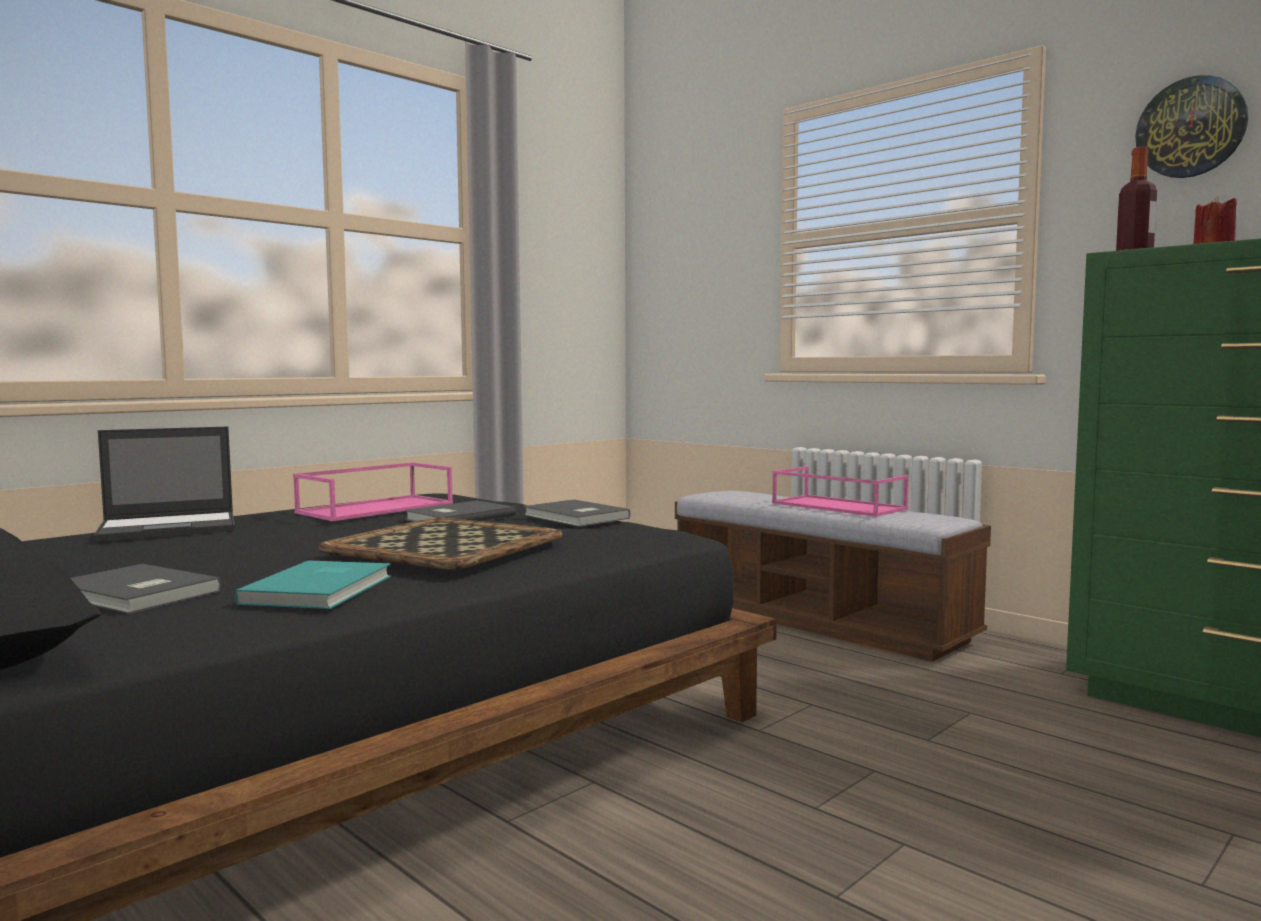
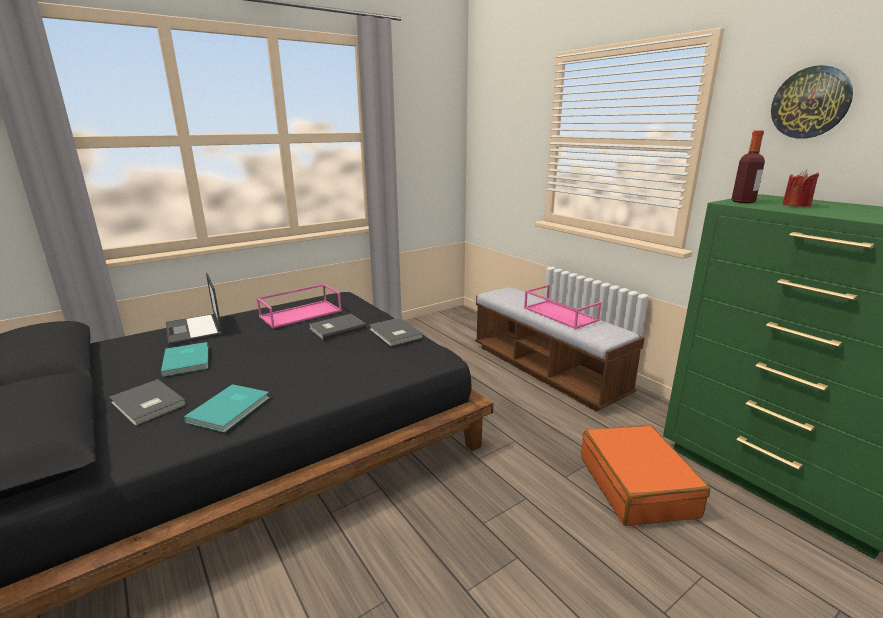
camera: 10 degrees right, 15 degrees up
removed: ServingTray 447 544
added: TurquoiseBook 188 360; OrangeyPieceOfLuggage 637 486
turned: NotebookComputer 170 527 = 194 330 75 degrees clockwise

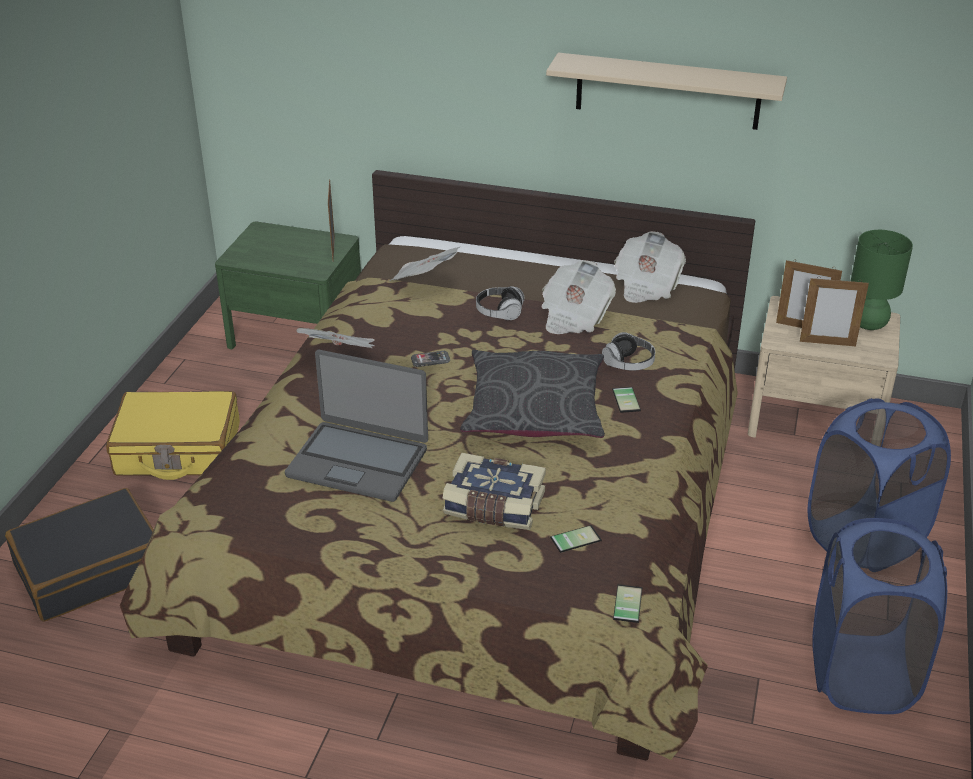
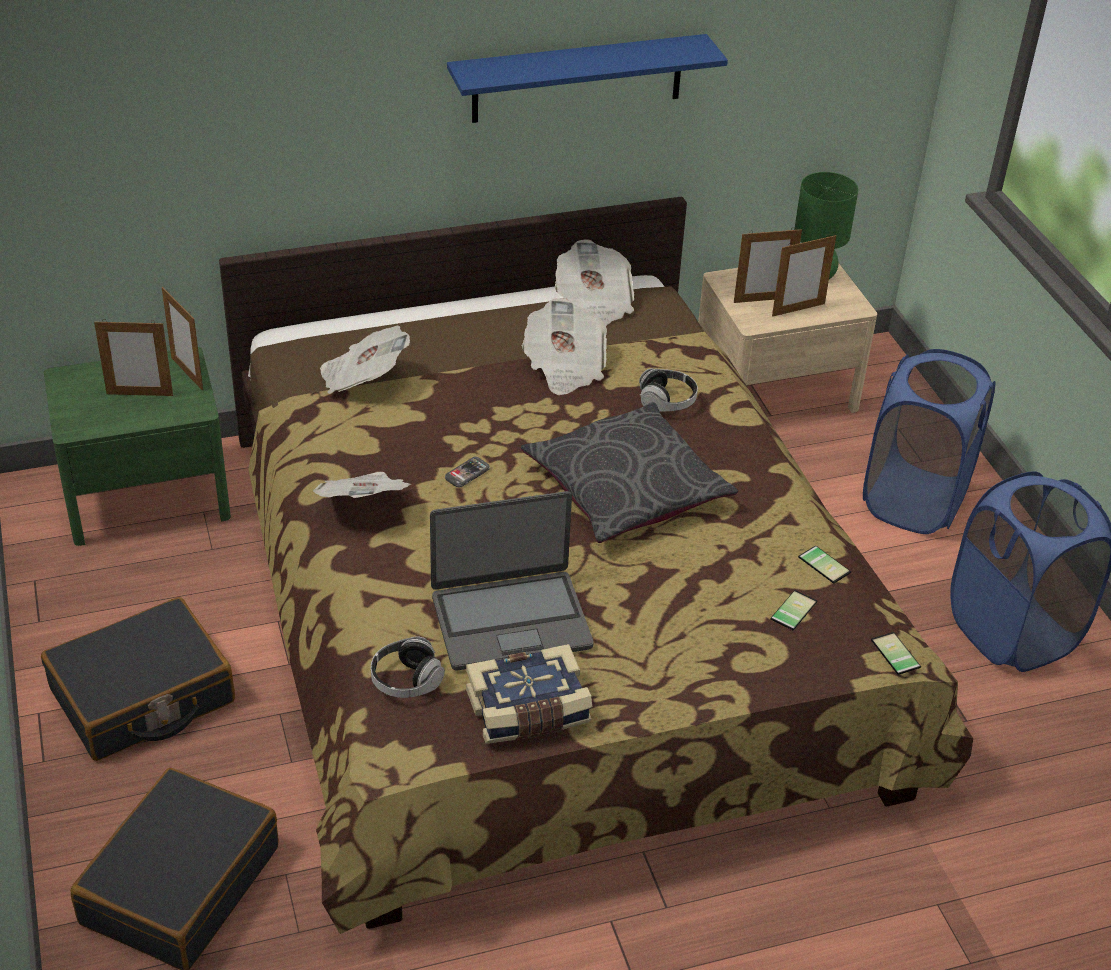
camera: 35 degrees left, 5 degrees up
added: StandingFrame 140 394
moved: Book 493 507 to 528 711; Headset 499 312 to 406 680; Handset 628 400 to 826 563
recoloured: YellowishPieceOfLuggage 178 450 to BlackishPieceOfLuggage 142 697; SandColouredWallShelf 667 91 to BlueWallShelf 577 78

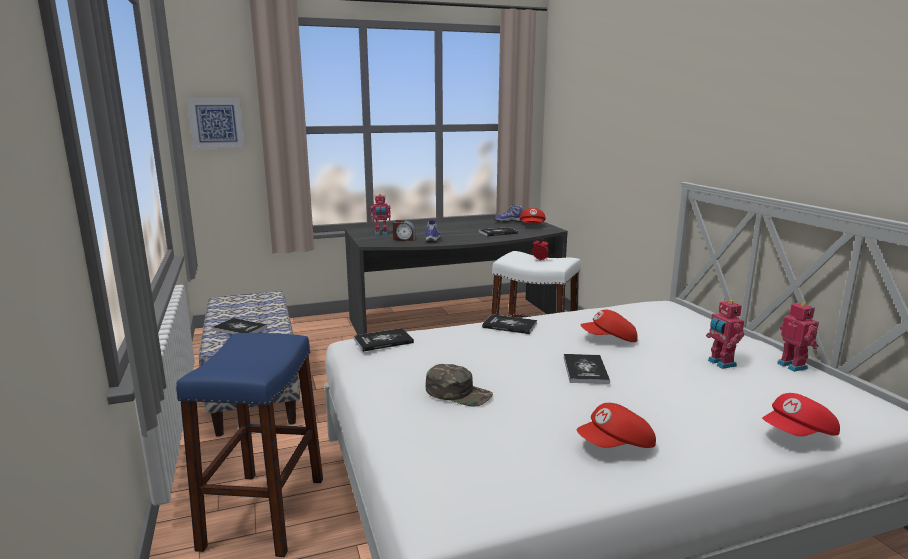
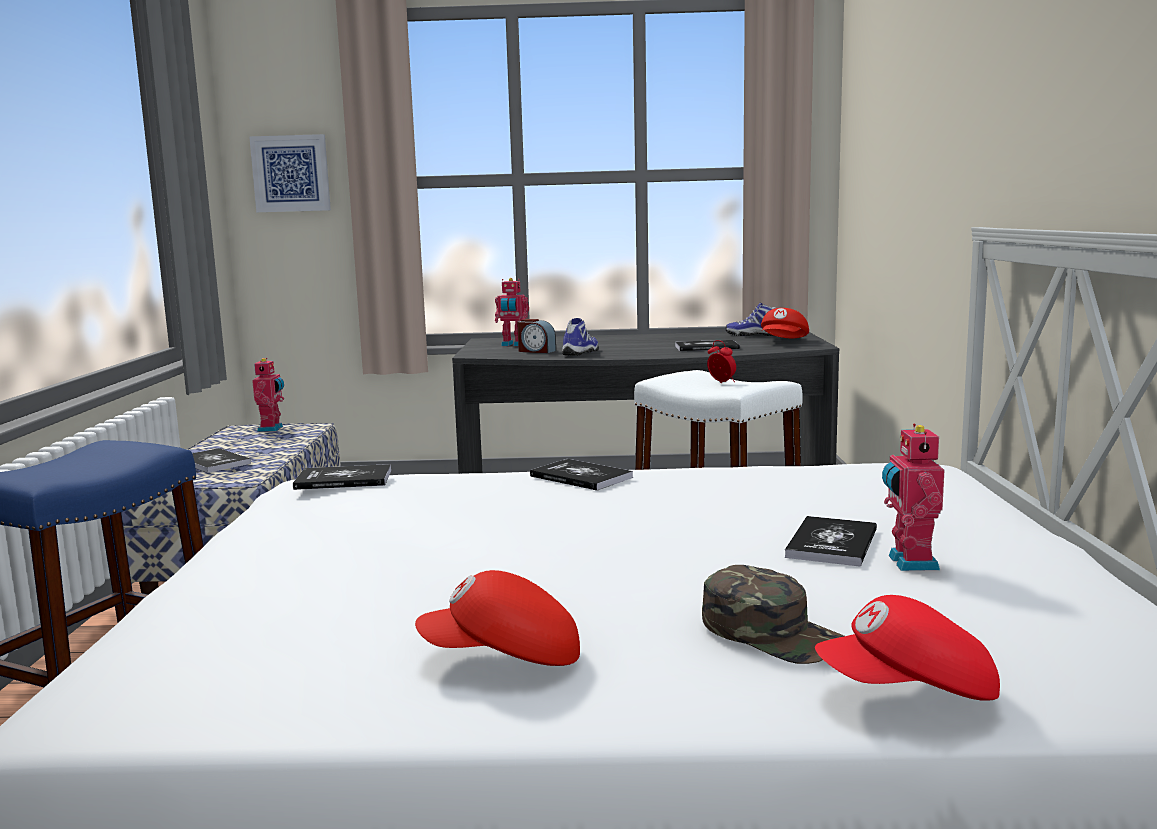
camera: 20 degrees right, 5 degrees down
removed: RedPeakedCap 609 340
moved: GreenishPeakedCap 458 393 to 774 633; Book 585 370 to 832 543; ToyRobot 793 366 to 272 429

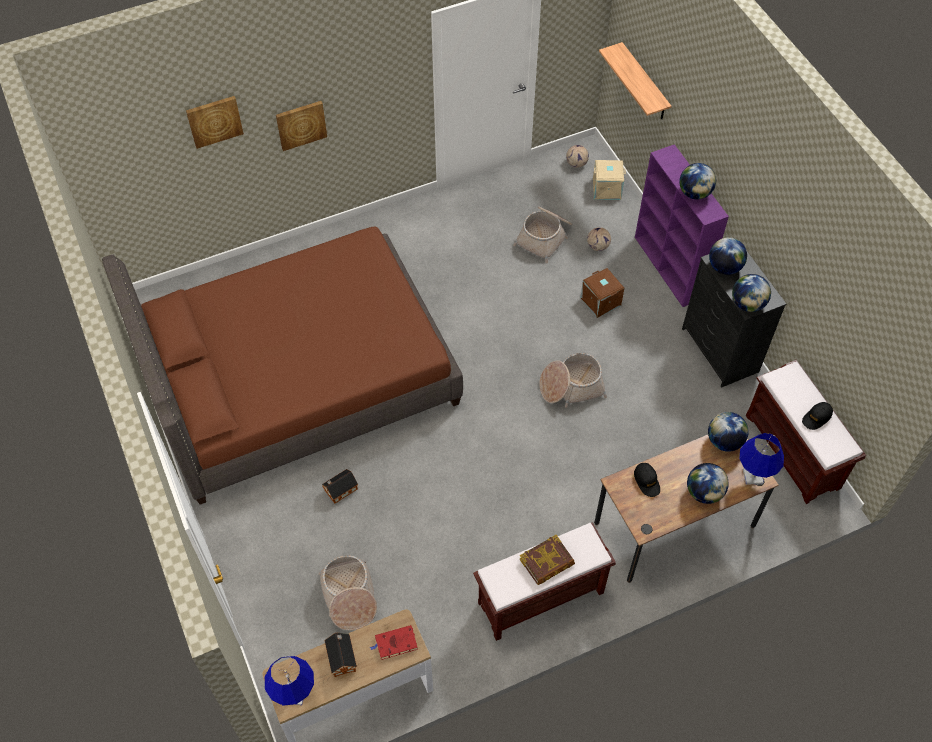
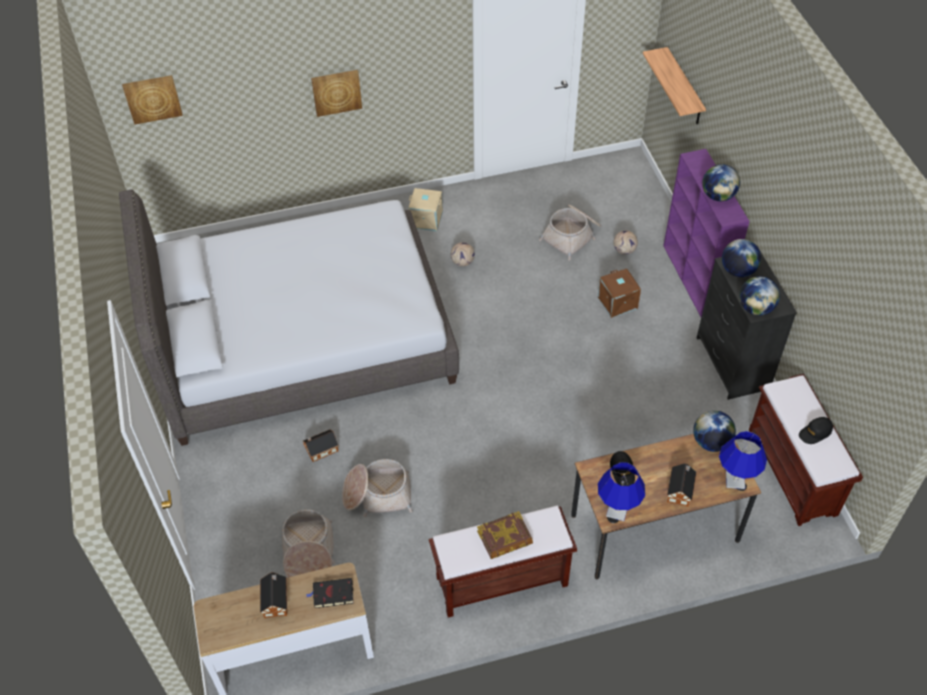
camera: 10 degrees right, 5 degrees down
moved: WallArt 214 121 to 152 98; BlueTabletopLamp 294 694 to 617 511; StorageBasket 571 386 to 377 494; BallForFootball 577 164 to 463 262; SandColouredStorageContainer 607 188 to 426 219
replaced: WorldGlobe 704 492 to ModelHouse 680 489
recoloured: BrownishBedroomBed 299 379 to GrayBedroomBed 303 341; RedBook 395 644 to BlackishBook 332 594

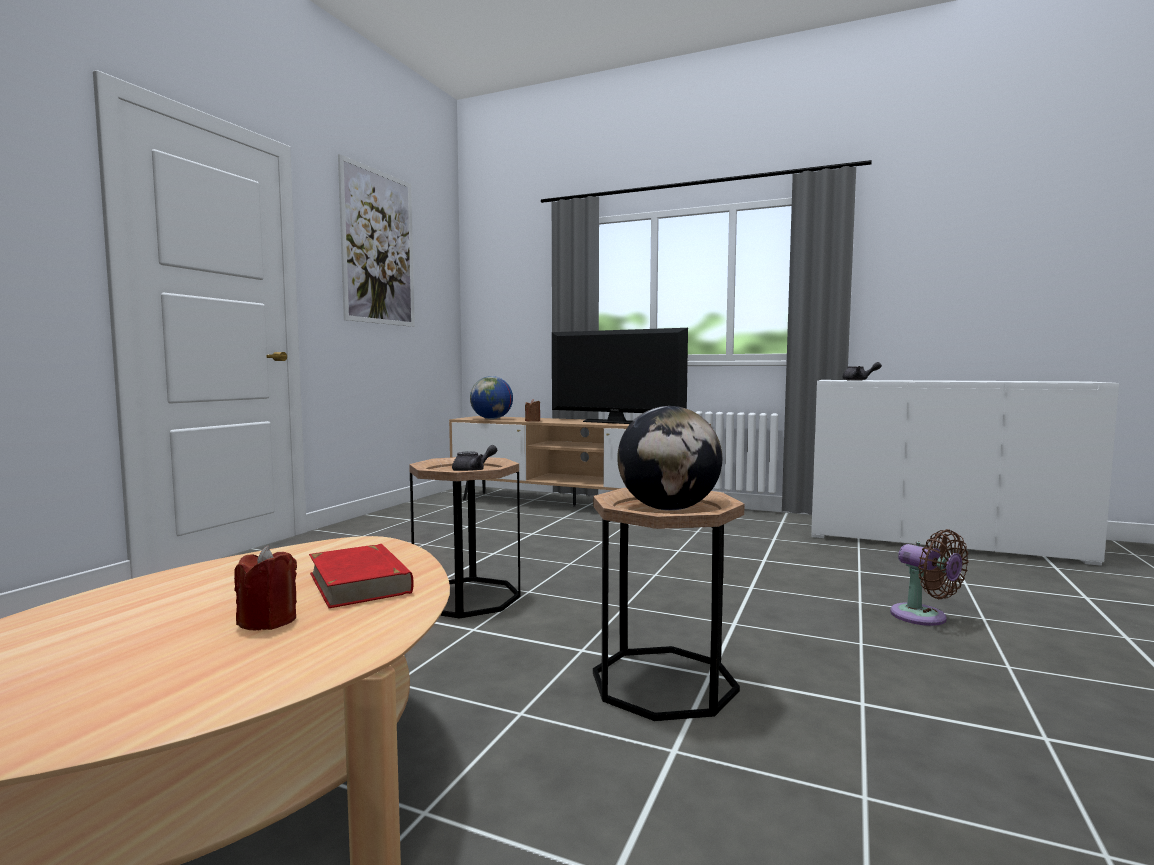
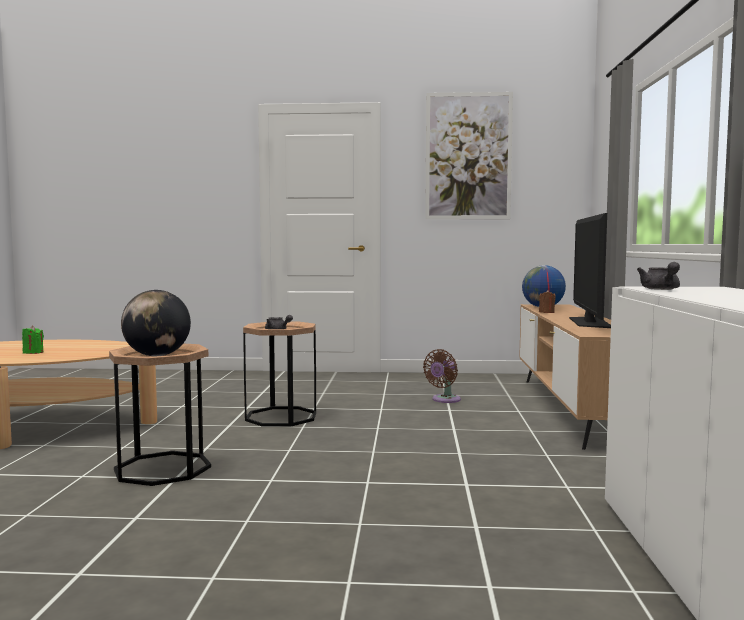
camera: 70 degrees right, 0 degrees up
removed: RedBook 360 582
moved: BrownishElectricFan 924 617 to 444 400
recoloured: RedWaxLight 268 621 to GreenishWaxLight 33 352

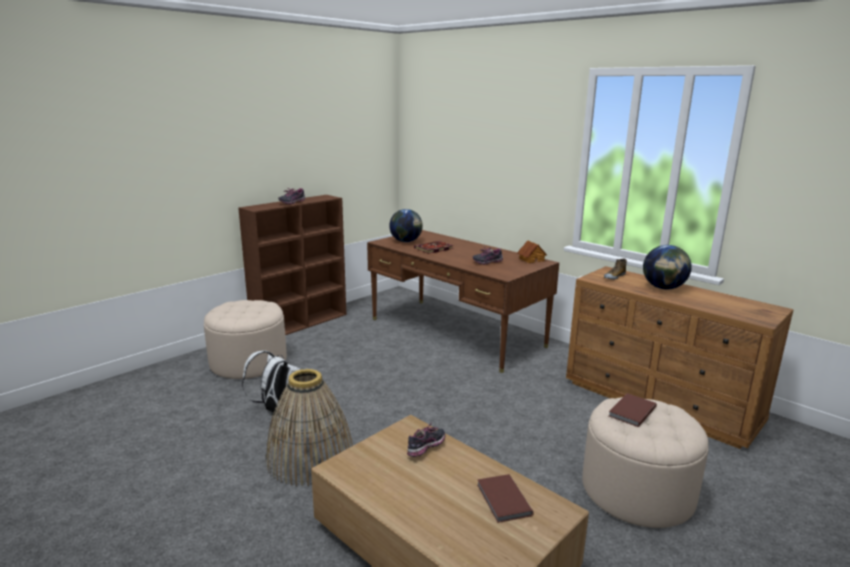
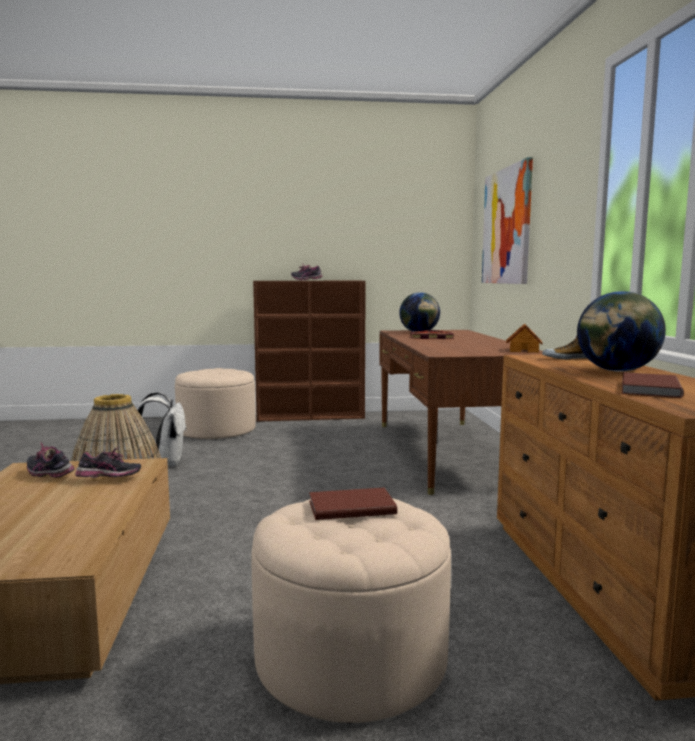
camera: 40 degrees right, 10 degrees down
added: WallArt 507 226
moved: LowShoe 487 262 to 50 474; BrownishBook 502 500 to 647 388

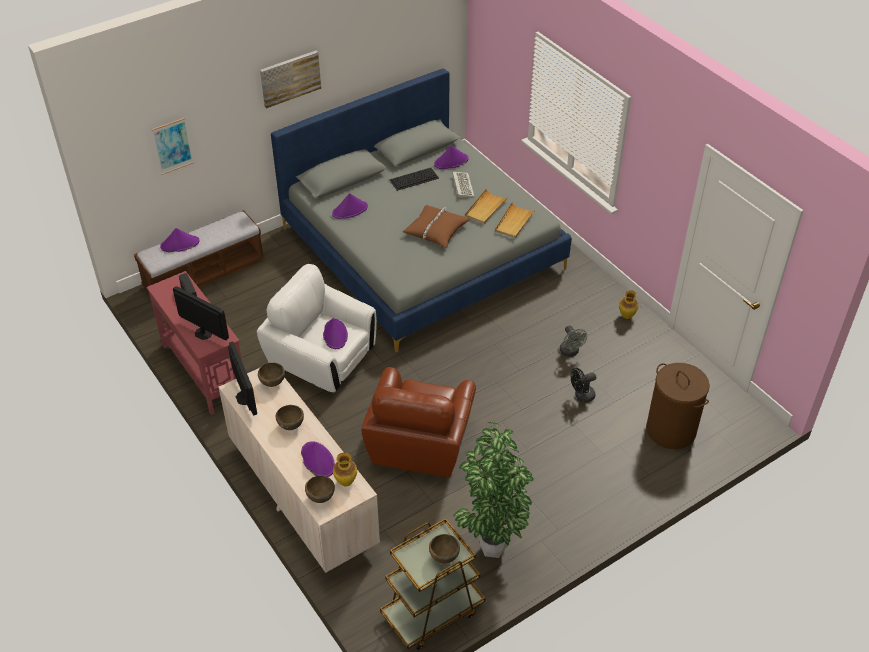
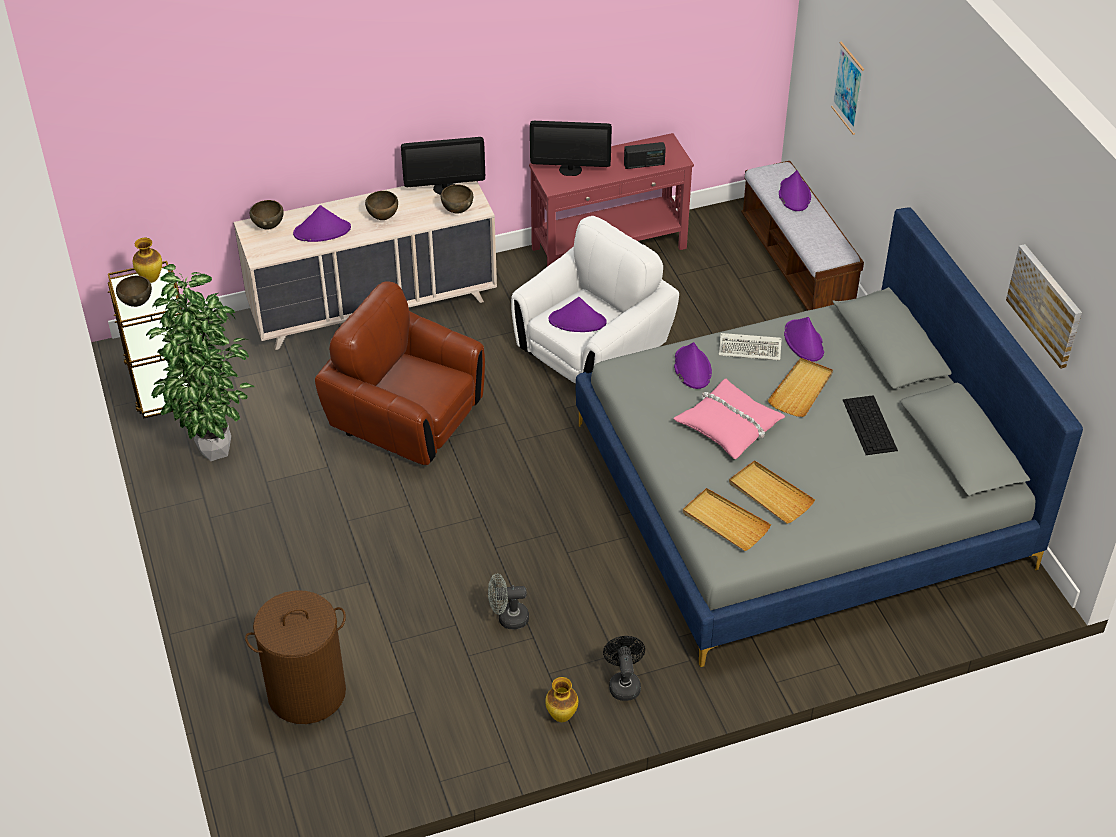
camera: 105 degrees right, 0 degrees up
added: SandColouredServingTray 801 390
moved: WallArt 290 78 to 1045 305; Vase 346 482 to 151 279; PurplishHat 451 162 to 692 368; Keyboard 462 185 to 751 349; BlackishElectricFan 581 396 to 623 683
recoloured: BrownishThrowPillow 436 230 to PinkColouredThrowPillow 729 425
turned: ComputerDisplay 203 333 = 570 170 45 degrees clockwise

